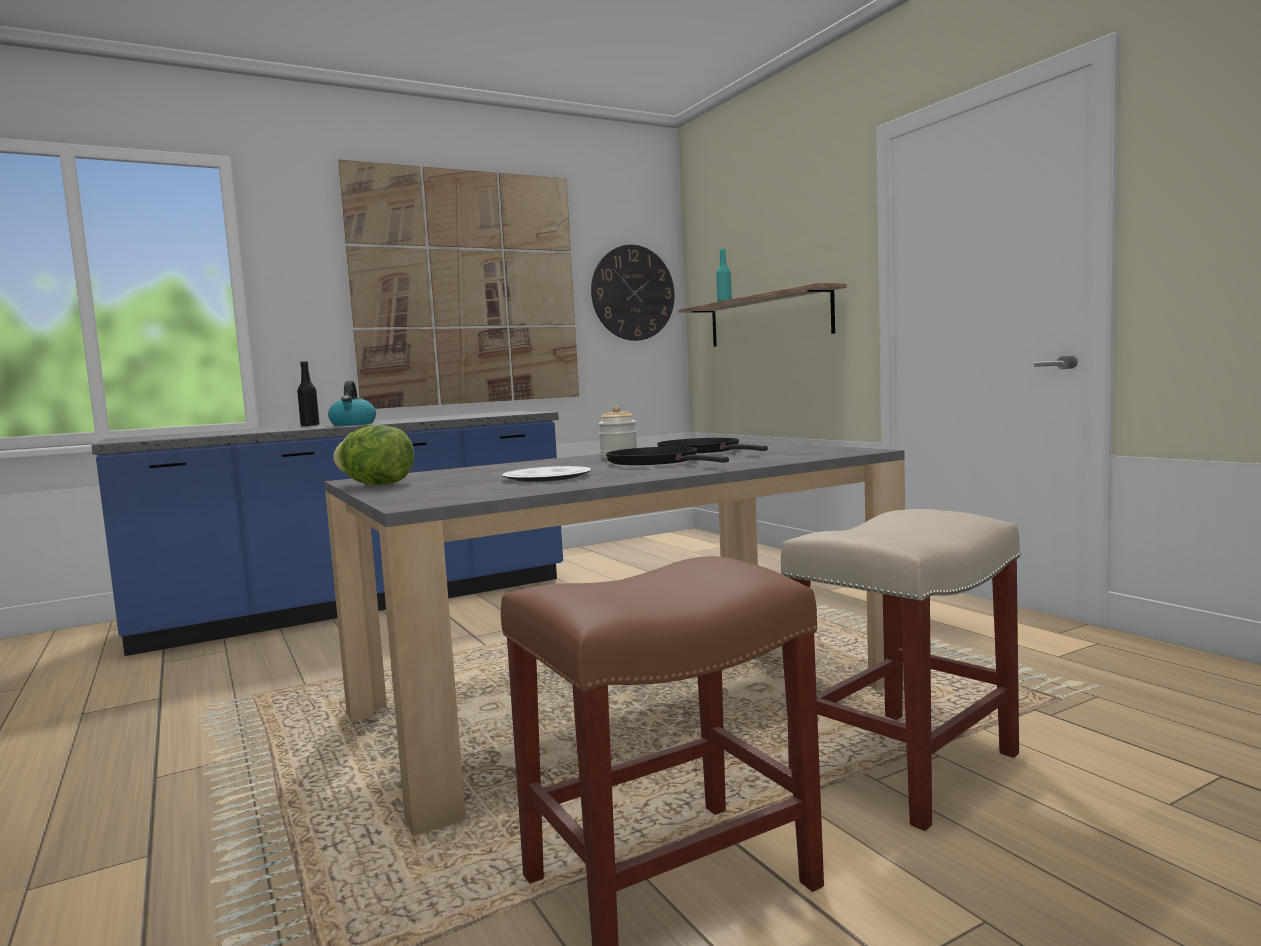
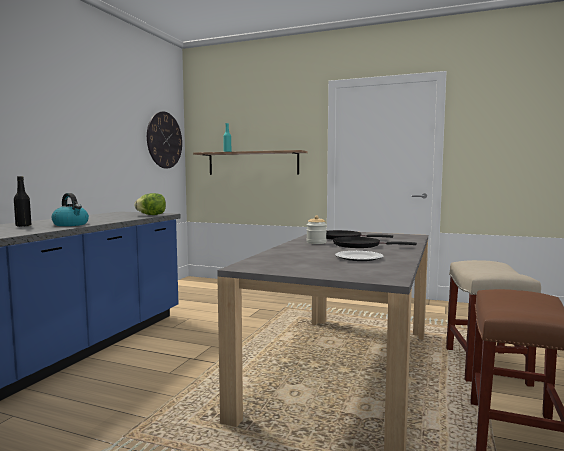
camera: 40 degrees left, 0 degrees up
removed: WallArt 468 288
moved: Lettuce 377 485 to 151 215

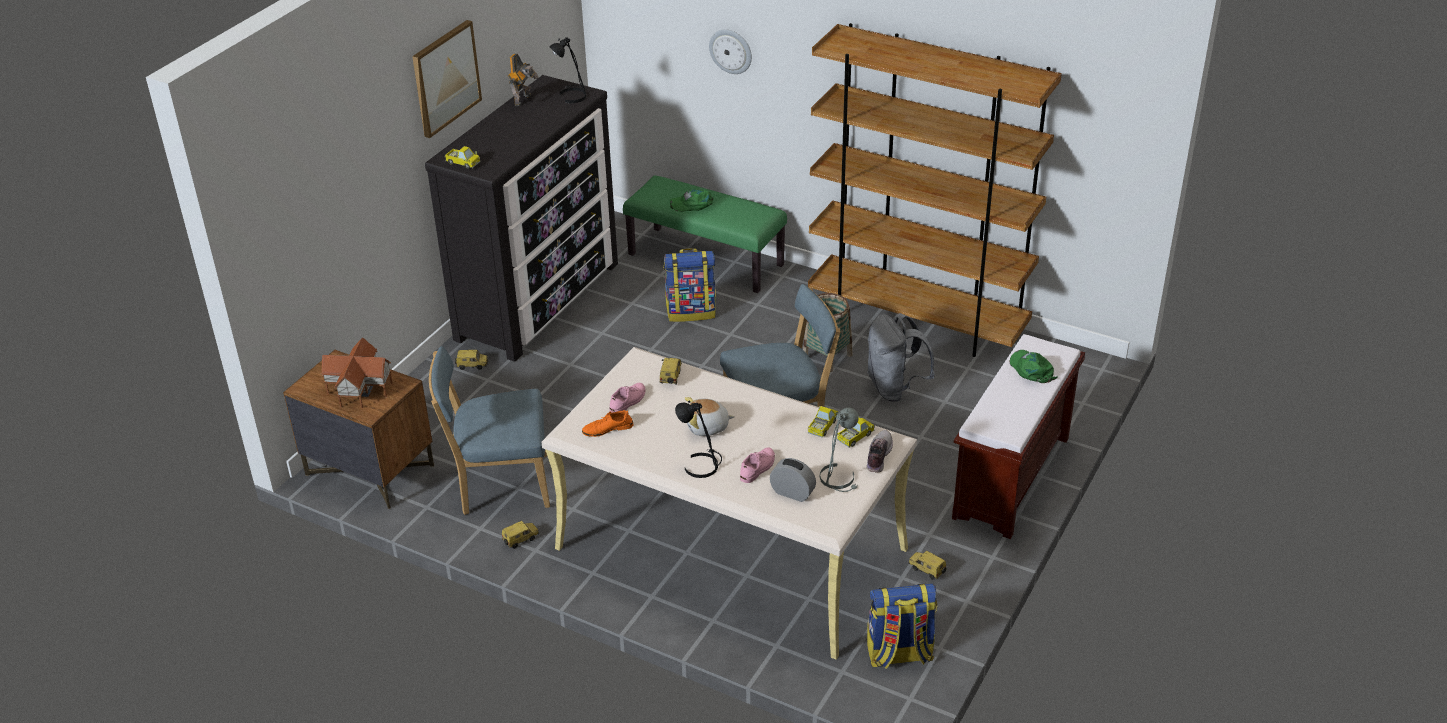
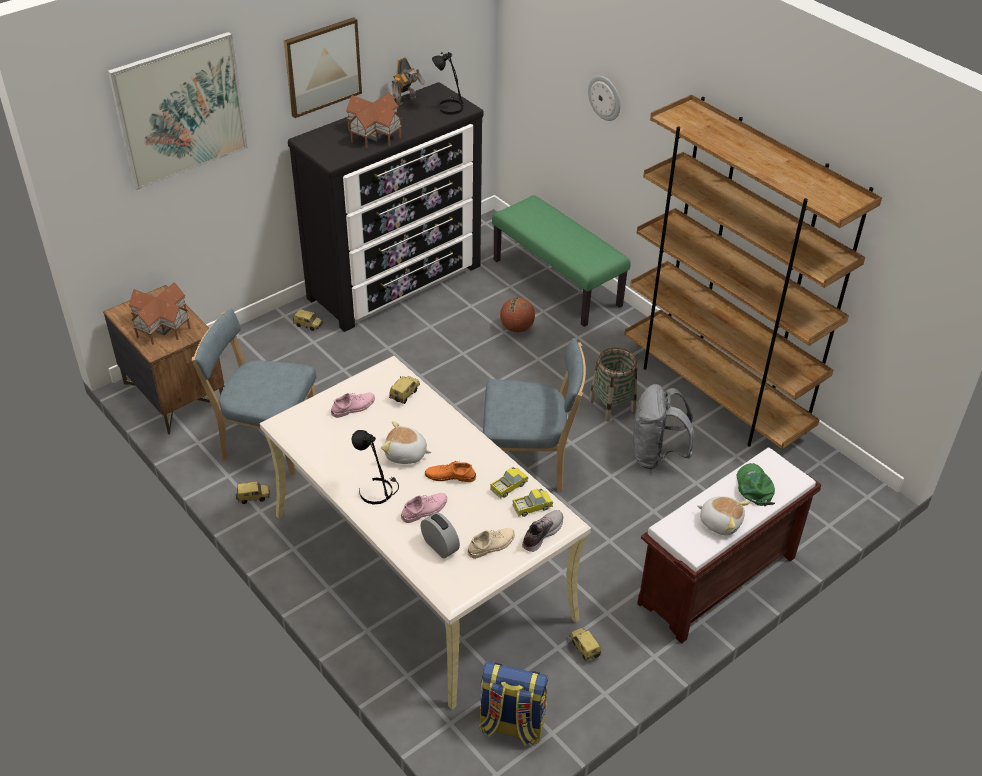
camera: 20 degrees right, 5 degrees up
removed: ToyTruck 463 163; GreenishPeakedCap 692 204
added: WallArt 180 110; ModelHouse 374 133; PlushToy 720 522
moved: OrangeyLowShoe 607 429 to 450 476
replaced: Backpack 691 312 to BasketballBall 517 328; GrayTabletopLamp 839 478 to SandColouredLowShoe 491 545

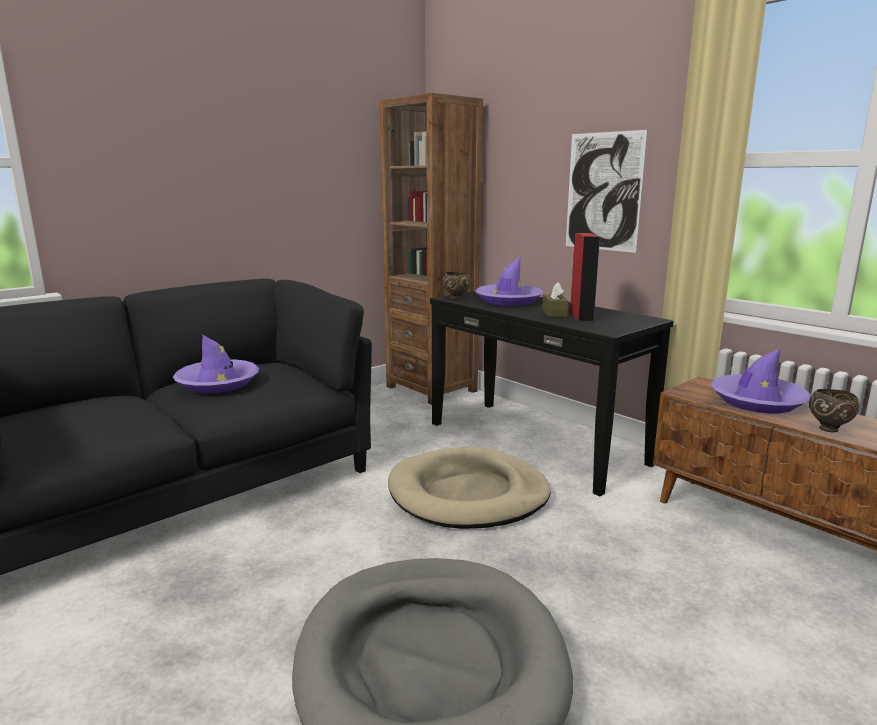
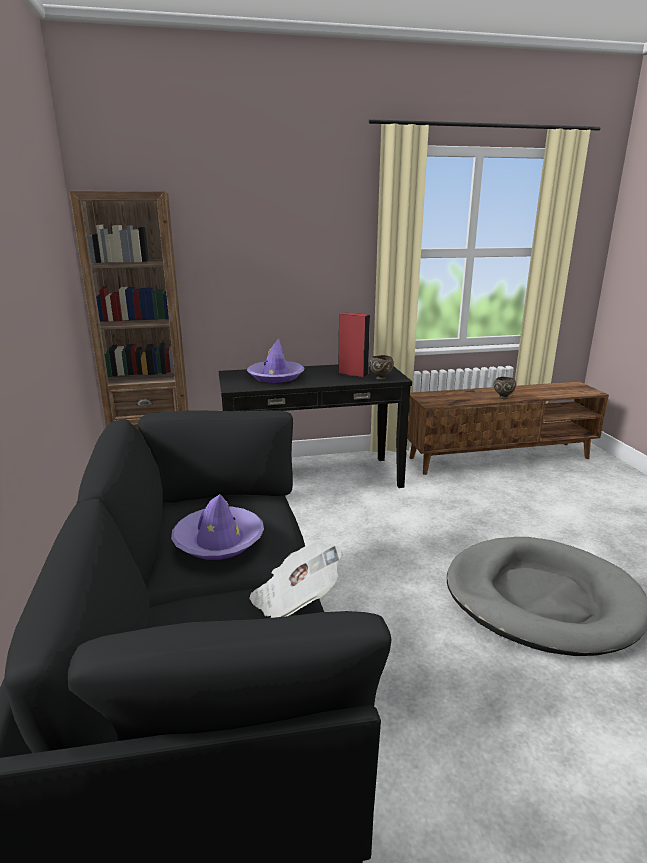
camera: 60 degrees left, 5 degrees up
removed: SandColouredDogBed 468 494; BrownishBoxOfTissues 554 313; WallArt 603 192; PurplishHat 757 401
added: PrintedPaper 295 599
moved: BrownishServingBowl 456 298 to 380 378

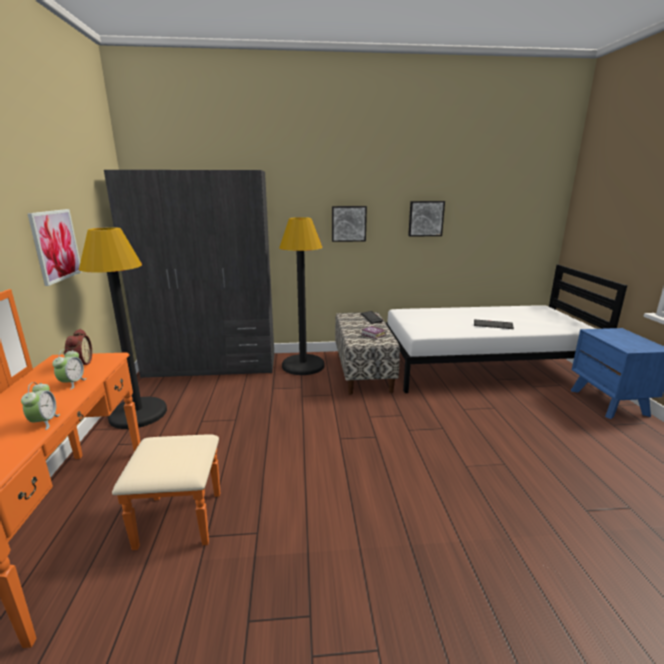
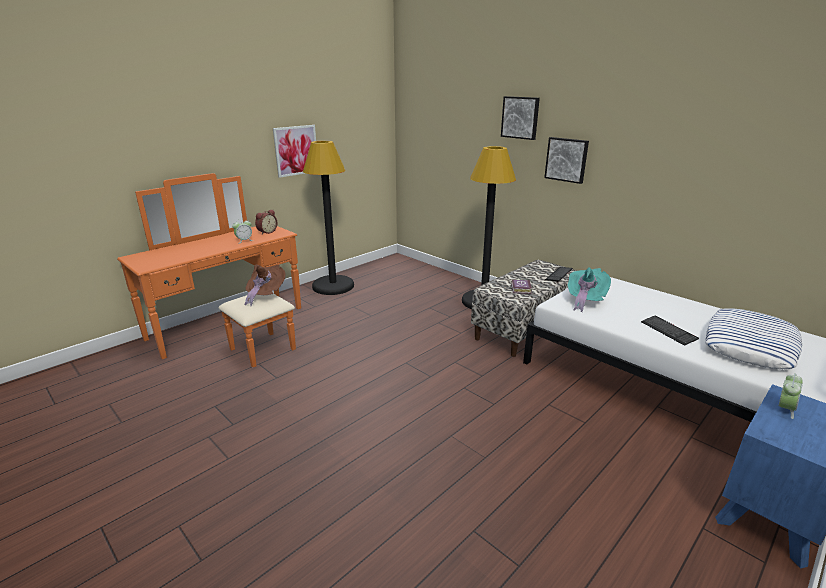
camera: 50 degrees right, 5 degrees up
removed: GrayWardrobe 212 365
added: BrownishHat 265 295; TurquoiseHat 584 300; ThrowPillow 750 345
moved: BedsideClock 44 422 to 784 409; WallArt 425 218 to 520 117

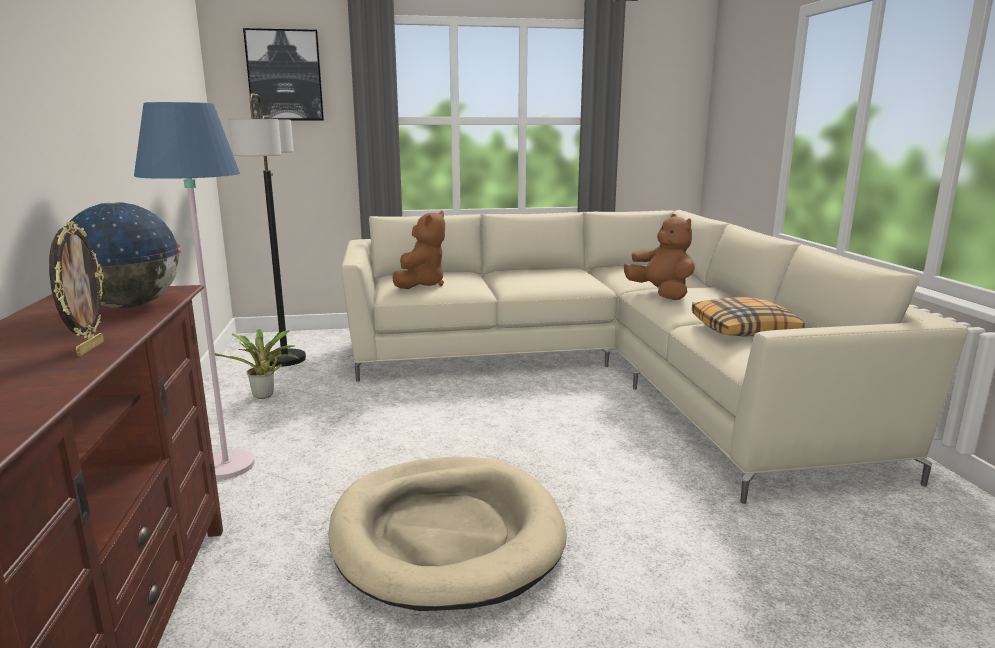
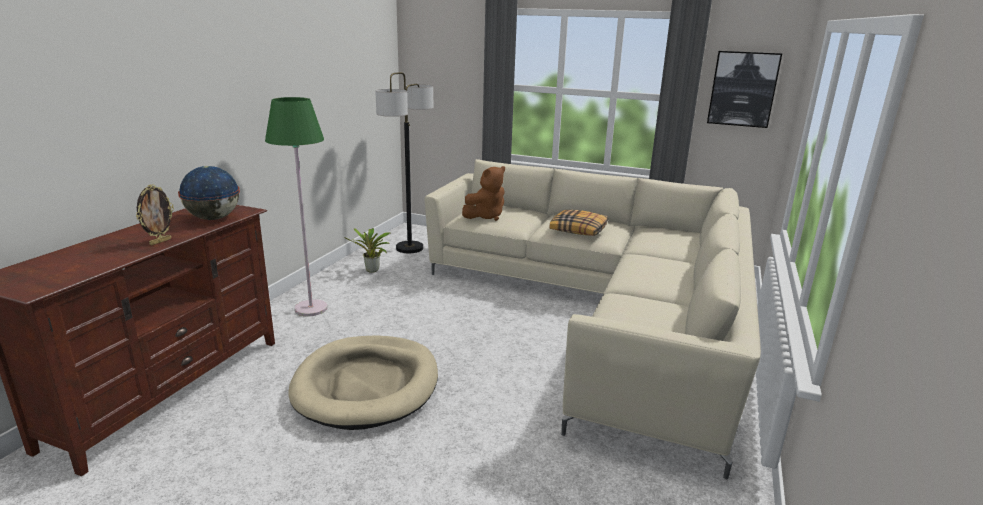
camera: 30 degrees right, 5 degrees up
removed: BrownishPlushToy 661 294
moved: WallArt 285 75 to 743 89; ThrowPillow 744 330 to 579 230
recoloured: BlueFloorLamp 226 466 to GreenishFloorLamp 311 308

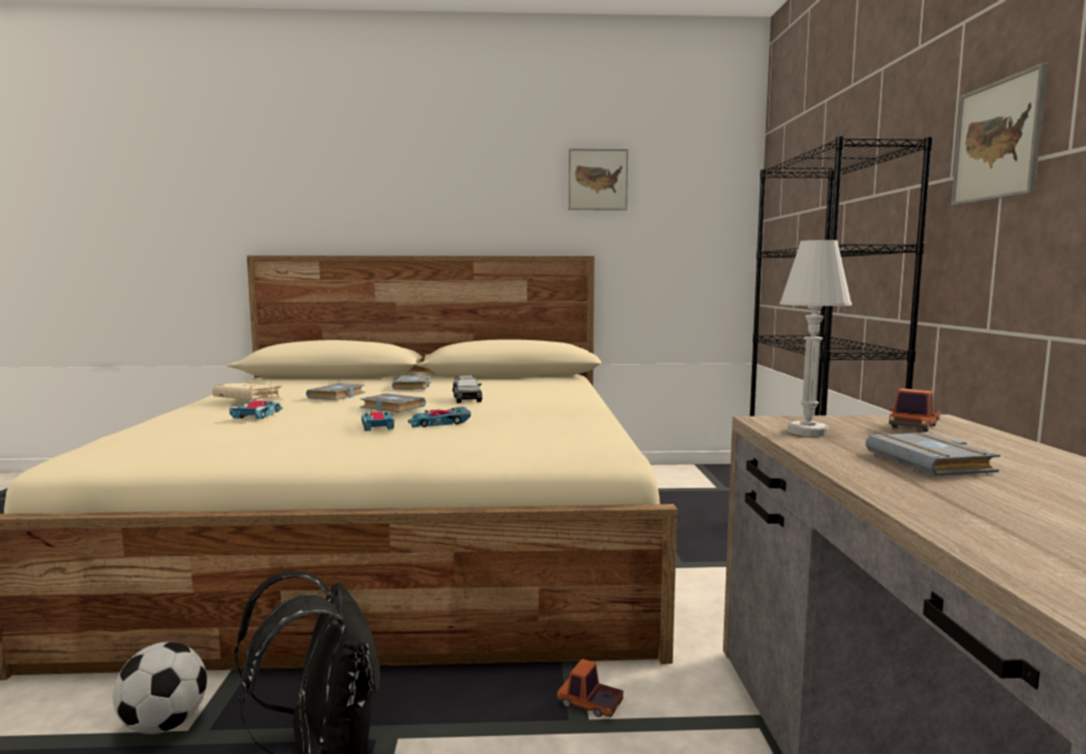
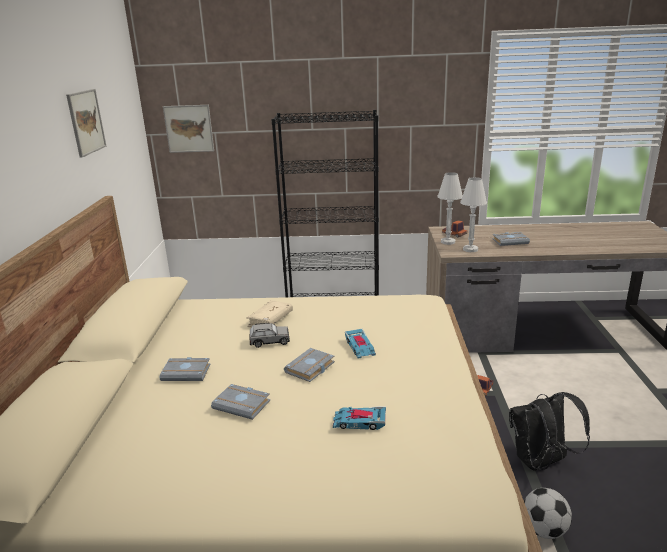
camera: 85 degrees left, 15 degrees up
removed: ModelCar 377 426
added: WhitishTabletopLamp 447 242
moved: SandColouredBook 247 400 to 270 320; WallArt 997 141 to 189 128

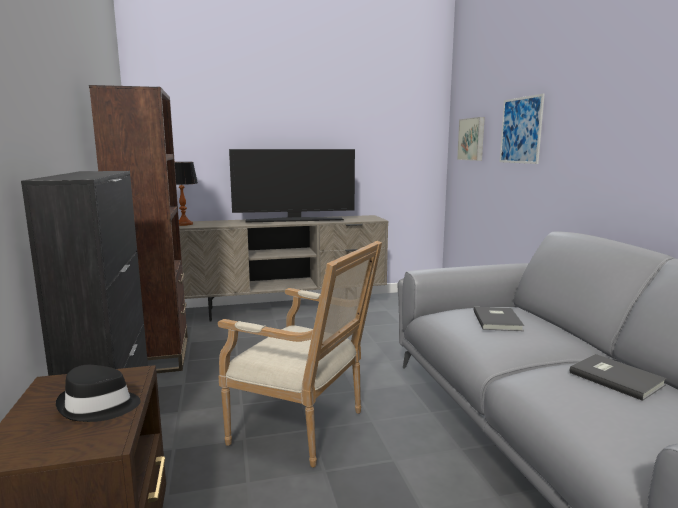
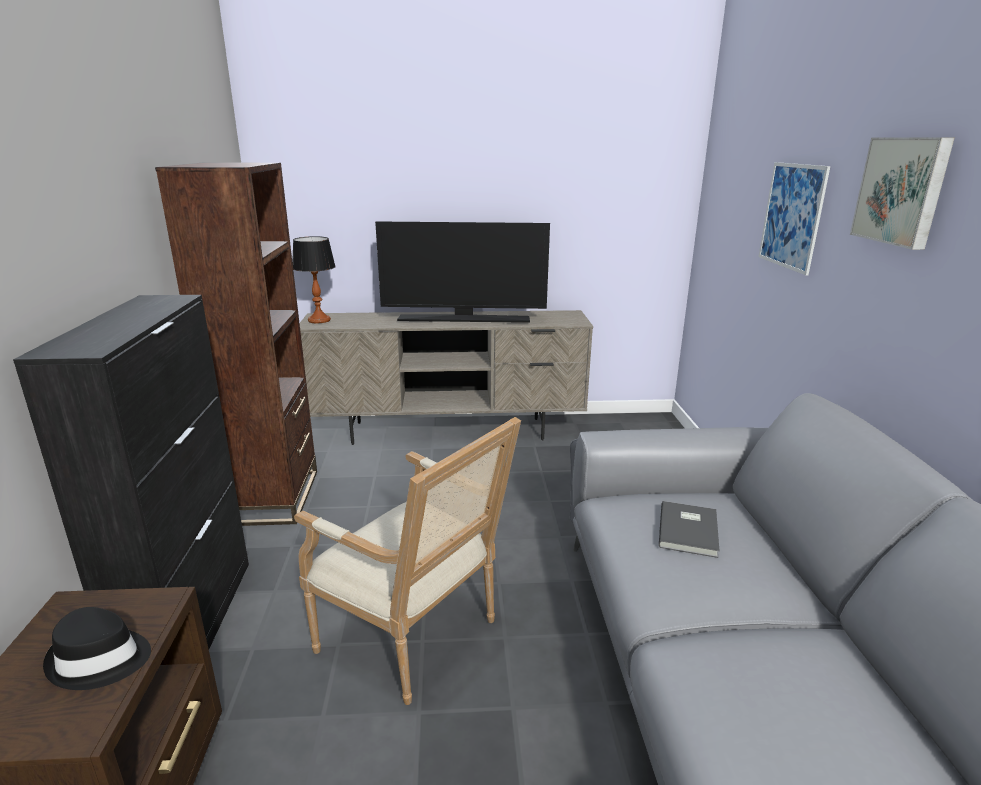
camera: 10 degrees right, 10 degrees up
removed: GrayBook 616 378
moved: WallArt 472 139 to 902 191

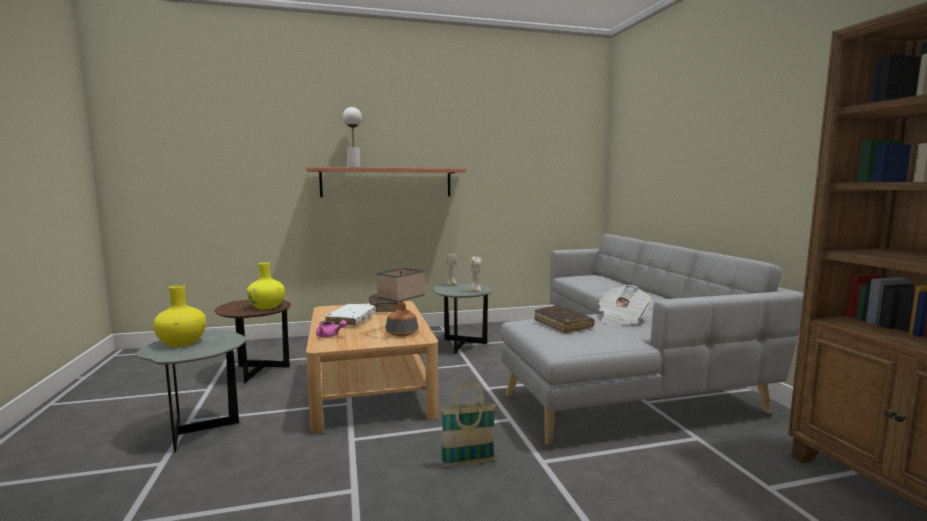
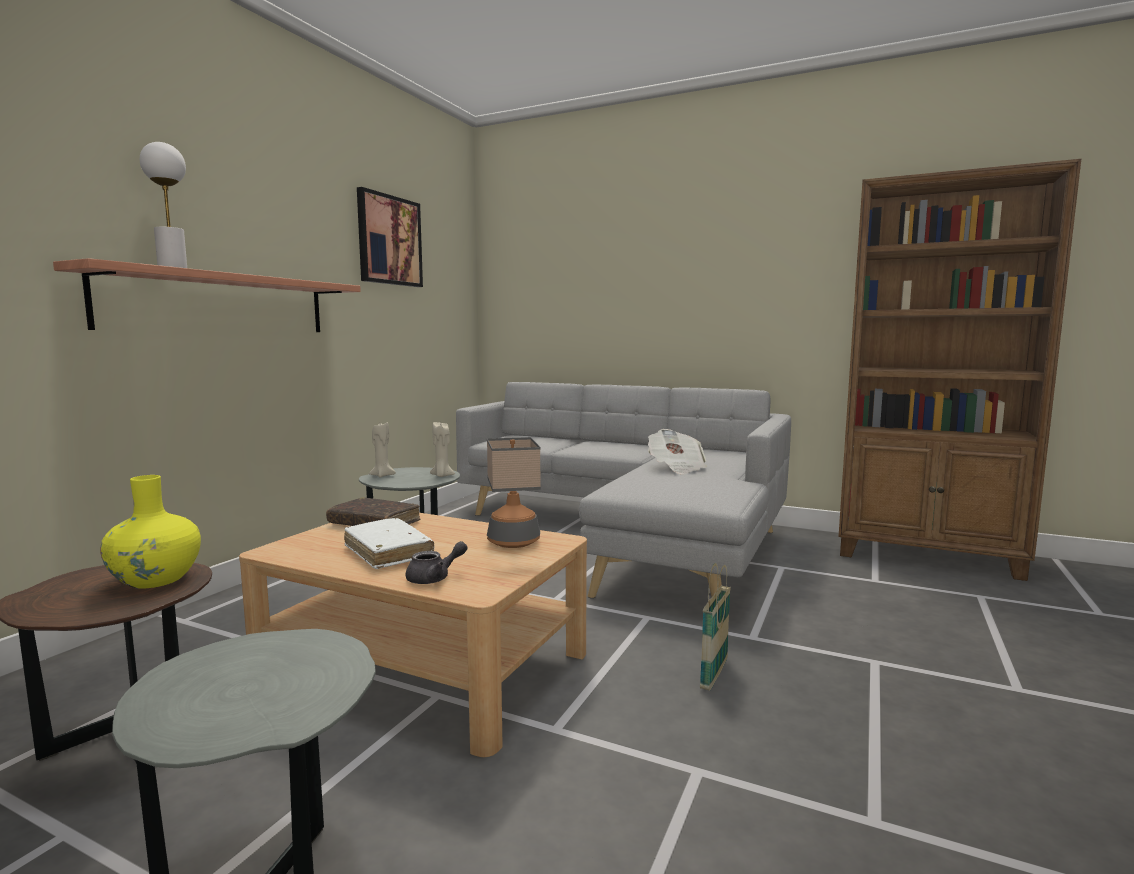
camera: 50 degrees left, 0 degrees up
removed: YellowishVase 181 342; BrownishBook 563 325
added: WallArt 389 240
recoloured: PinkColouredPotForTea 330 336 to GrayPotForTea 434 578

